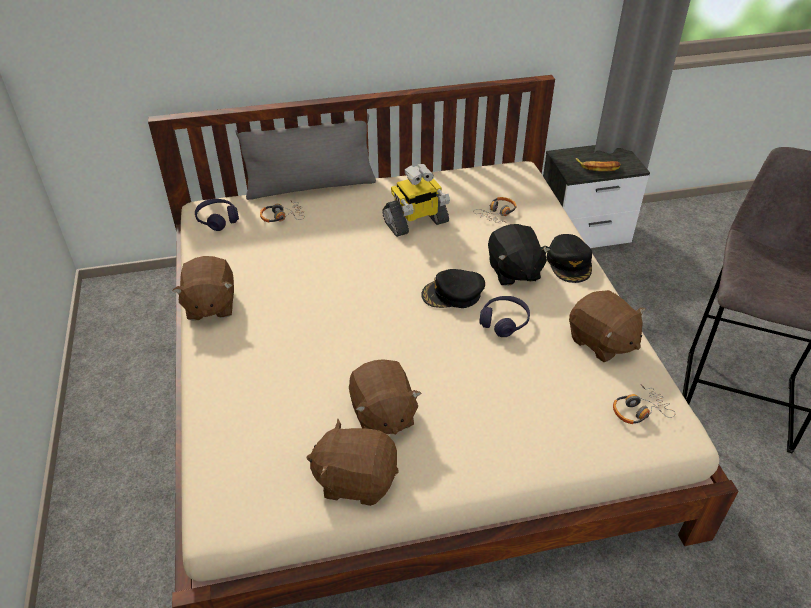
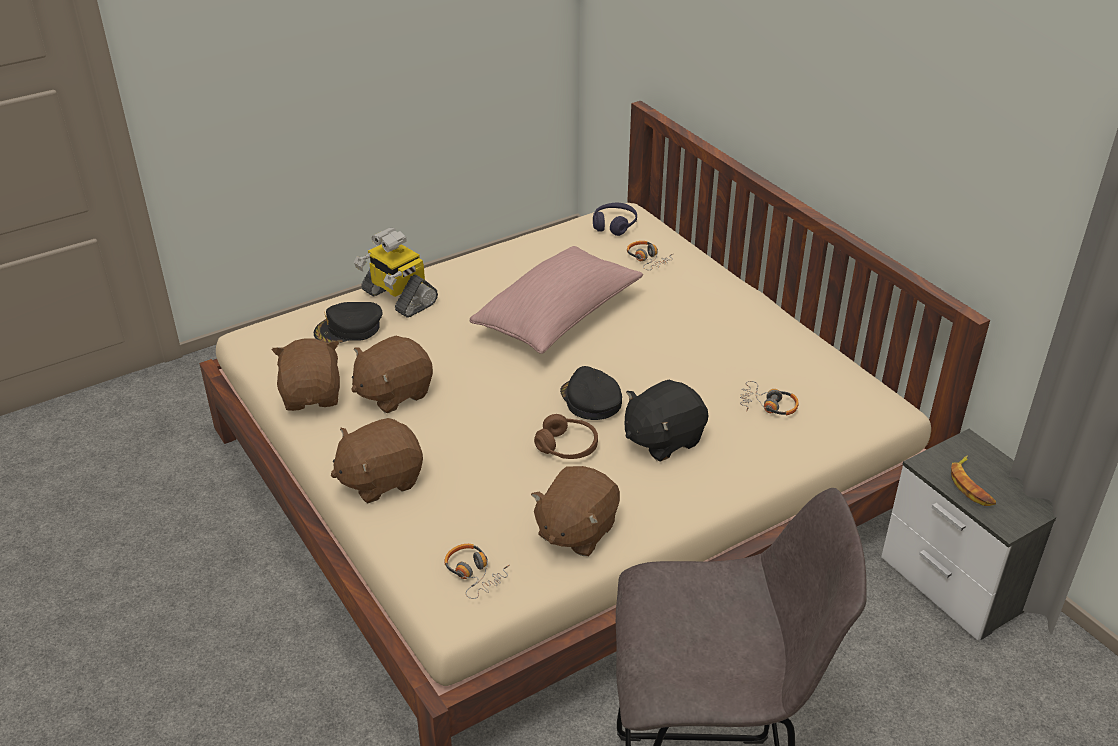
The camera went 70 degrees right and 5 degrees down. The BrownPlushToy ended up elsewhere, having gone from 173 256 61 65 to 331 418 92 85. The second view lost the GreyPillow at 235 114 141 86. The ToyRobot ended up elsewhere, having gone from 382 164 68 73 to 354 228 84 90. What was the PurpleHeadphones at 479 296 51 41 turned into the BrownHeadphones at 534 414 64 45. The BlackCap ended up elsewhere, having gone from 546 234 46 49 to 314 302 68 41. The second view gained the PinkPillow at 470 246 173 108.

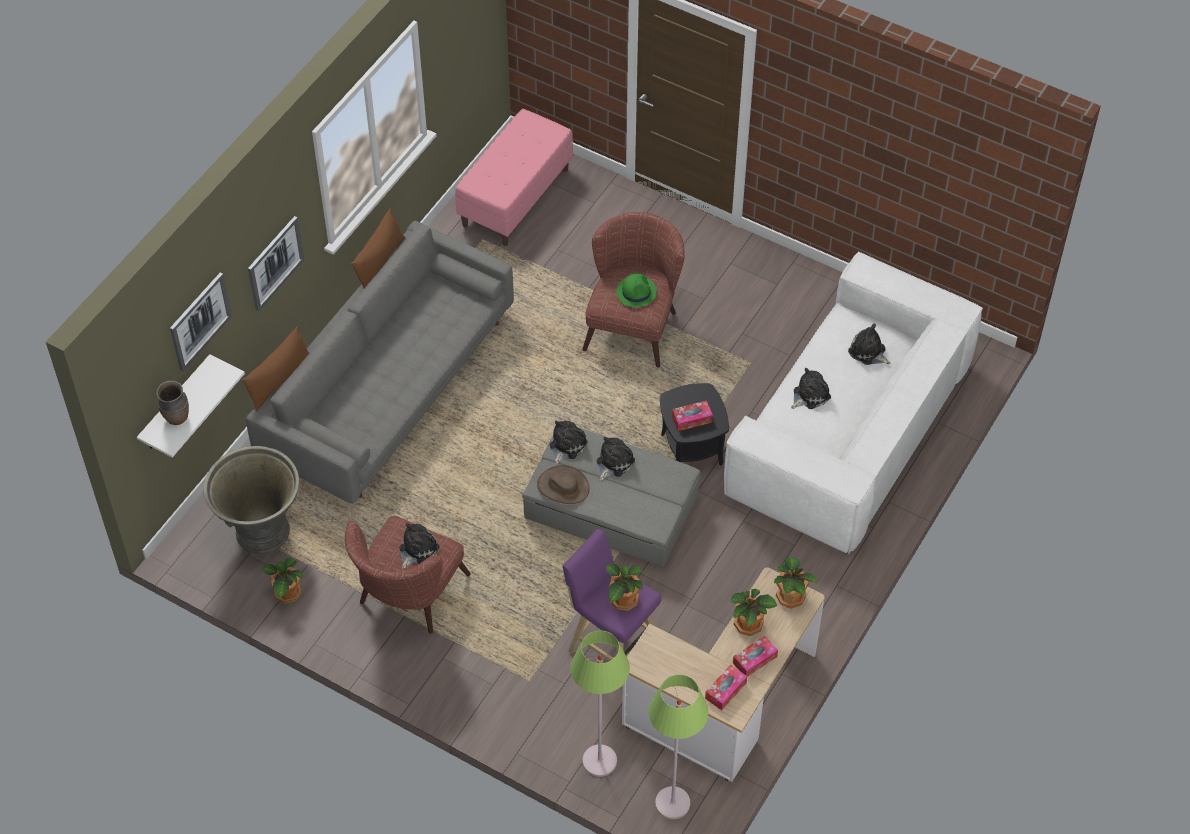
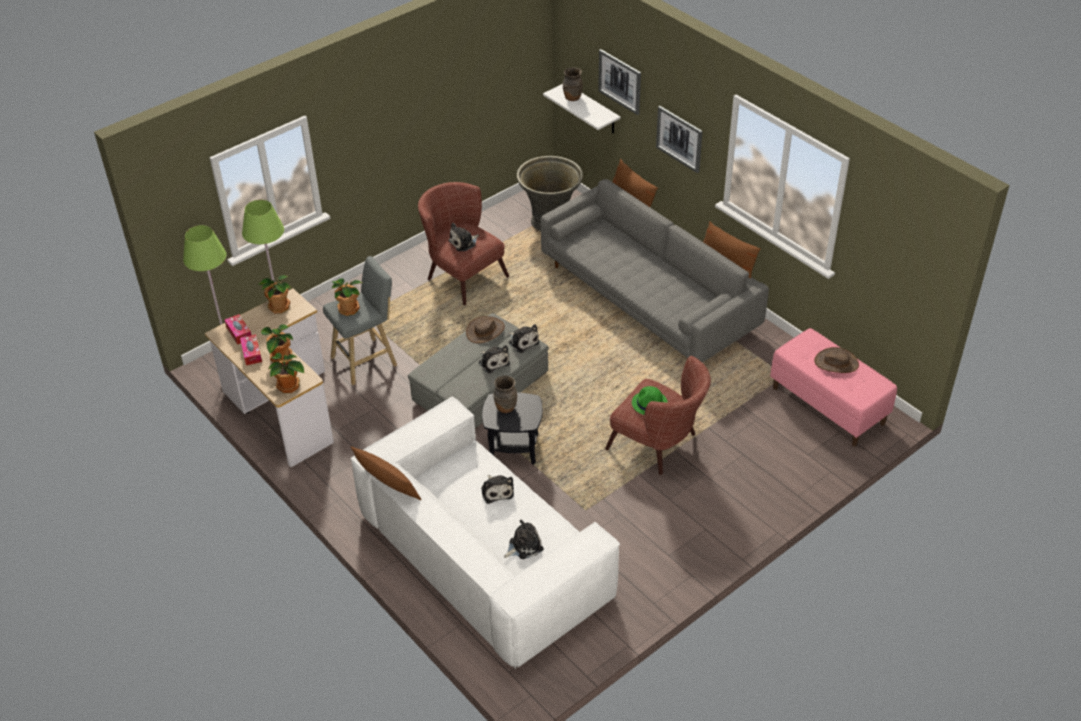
The camera went 110 degrees right and 10 degrees down. The PottedPlant ended up elsewhere, having gone from 263 558 40 46 to 259 275 32 39. The PlushToy at 400 523 40 46 ended up facing another way, 90 degrees clockwise from before. What was the PurpleStool at 563 529 98 159 turned into the GreyStool at 323 256 74 129. Where the TissueBox stood at 672 400 41 31, the BrownVase came to stand at 494 376 23 37. The second view gained the BrownPillow at 351 446 70 54. The second view gained the BrownHat at 814 347 45 26.

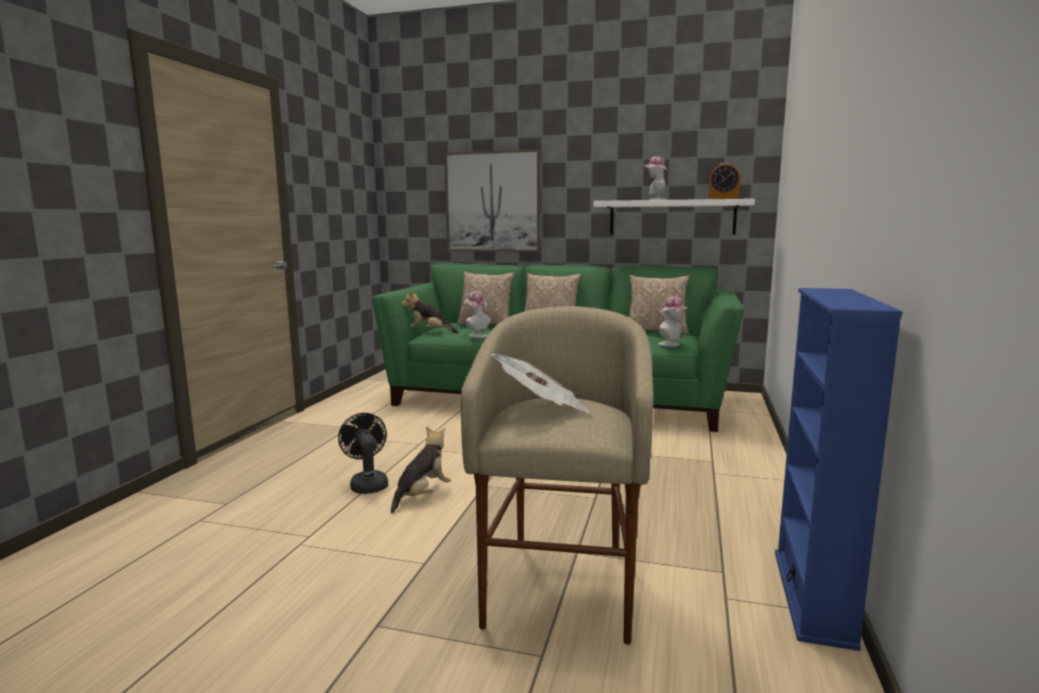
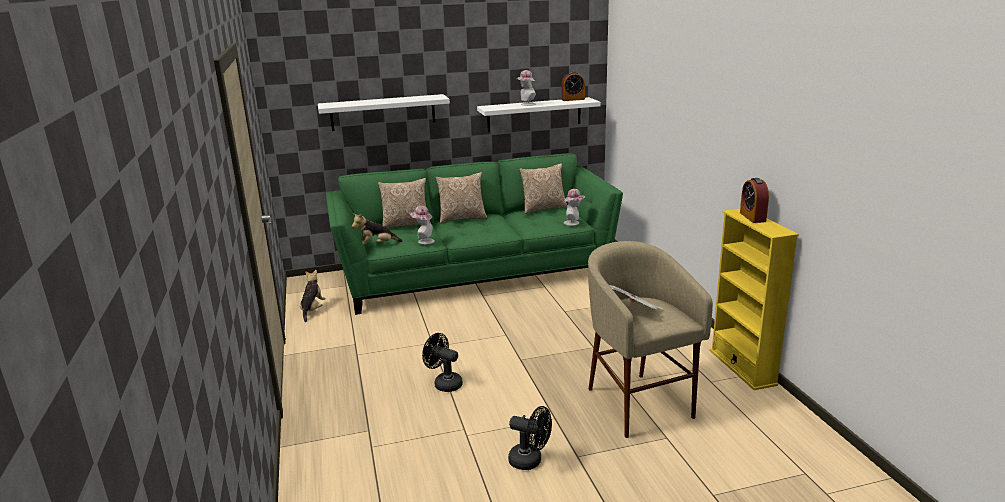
The camera went 30 degrees left and 10 degrees up. The PlushToy ended up elsewhere, having gone from 391 427 60 86 to 300 270 26 52. Where the Picture hung at 444 149 96 103, the WhiteShelf came to hang at 318 94 132 37. What was the BlueBookcase at 775 288 127 363 turned into the YellowBookcase at 710 209 89 181. The second view gained the BlackFan at 508 406 44 64. The second view gained the AlarmClock at 740 178 29 45.

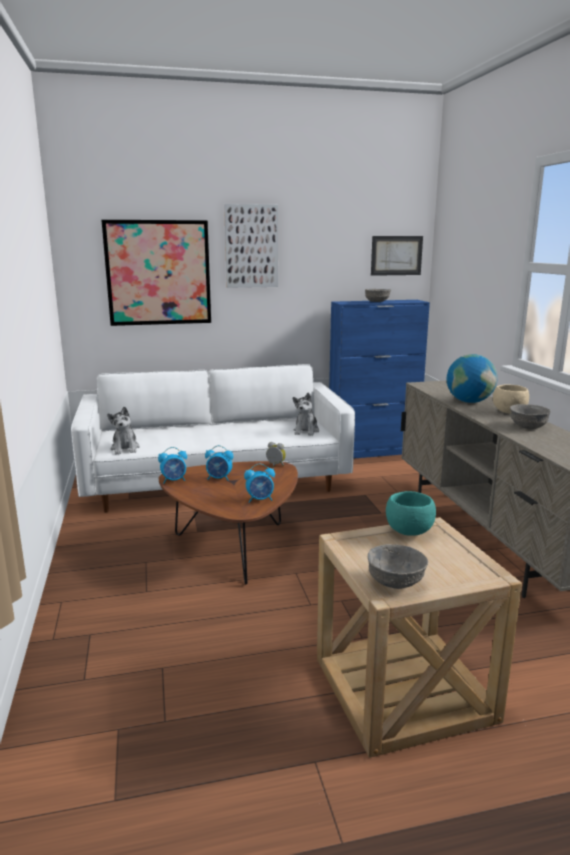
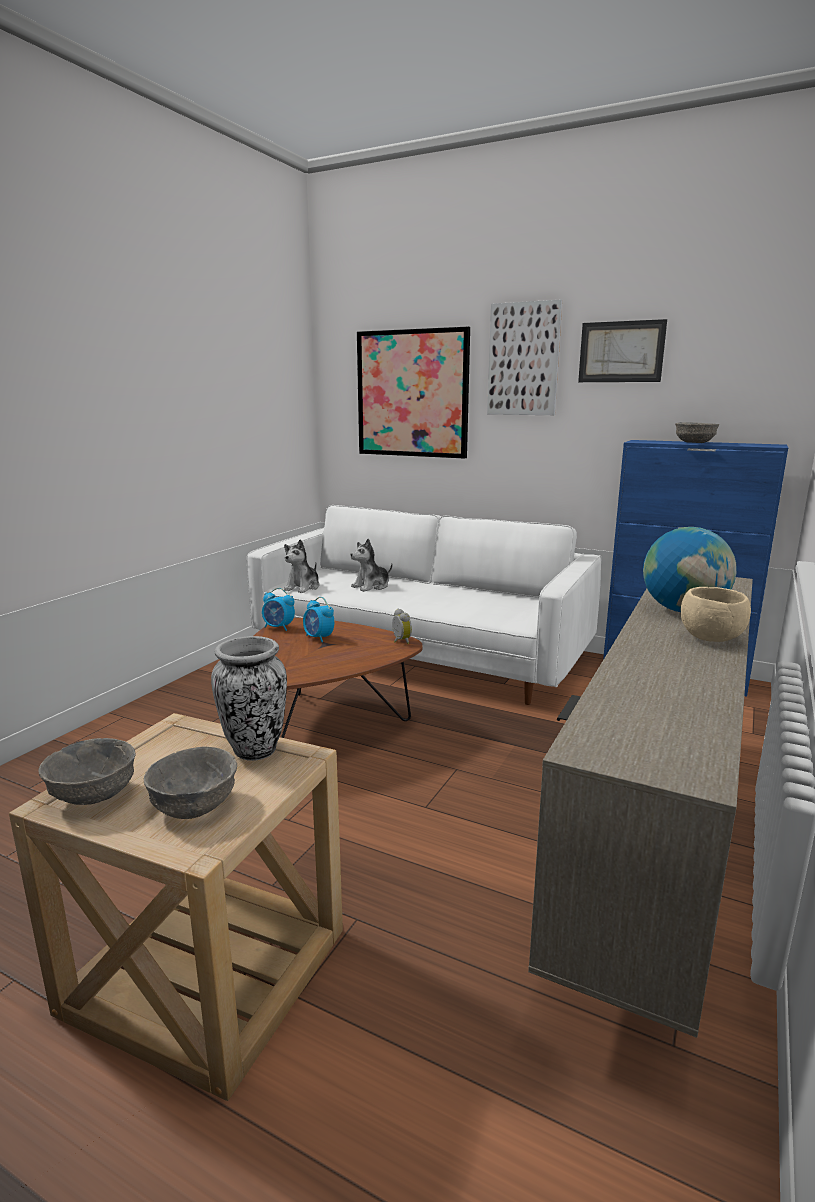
The camera went 40 degrees right and 0 degrees up. The second view lost the AlarmClock at 244 464 31 39. The PlushToy ended up elsewhere, having gone from 293 393 26 43 to 350 539 43 53. The Picture ended up elsewhere, having gone from 371 236 52 40 to 578 319 89 63. Where the TurquoiseBowl stood at 386 491 50 45, the Vase came to stand at 211 636 76 125. The GreyBowl ended up elsewhere, having gone from 510 404 41 25 to 144 746 93 73.

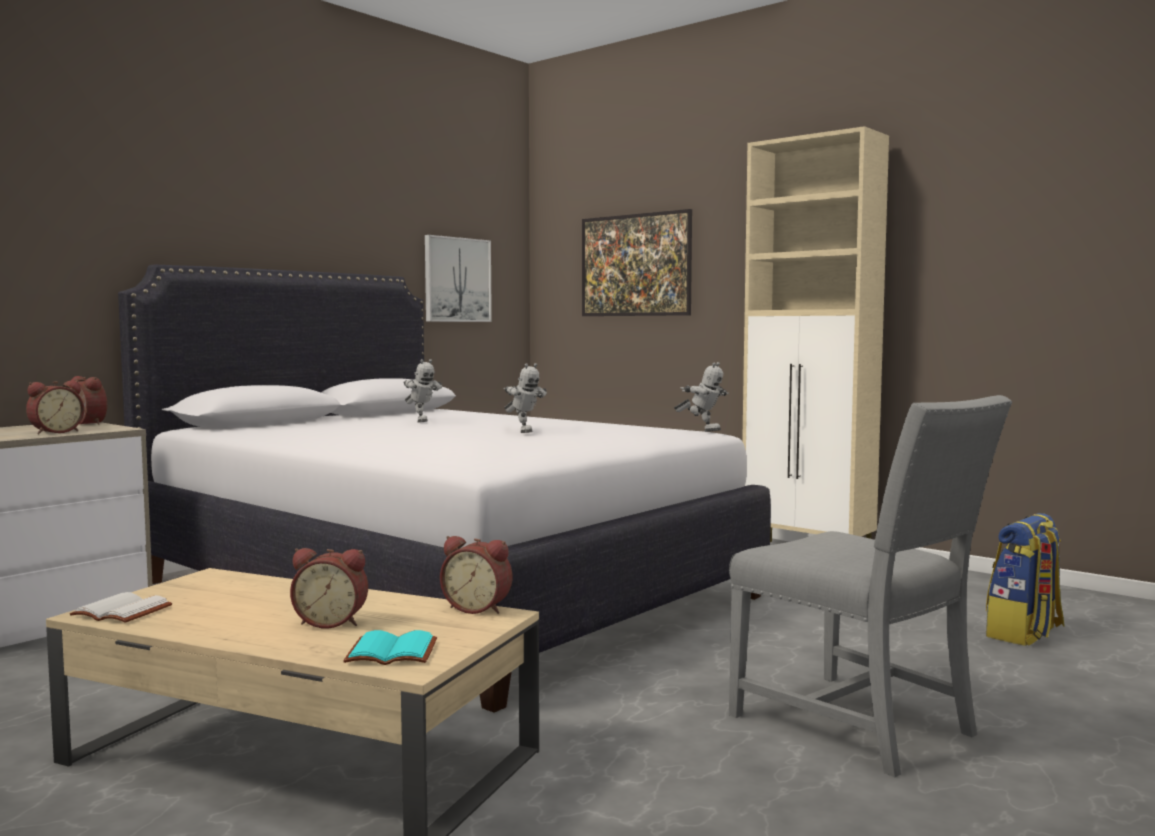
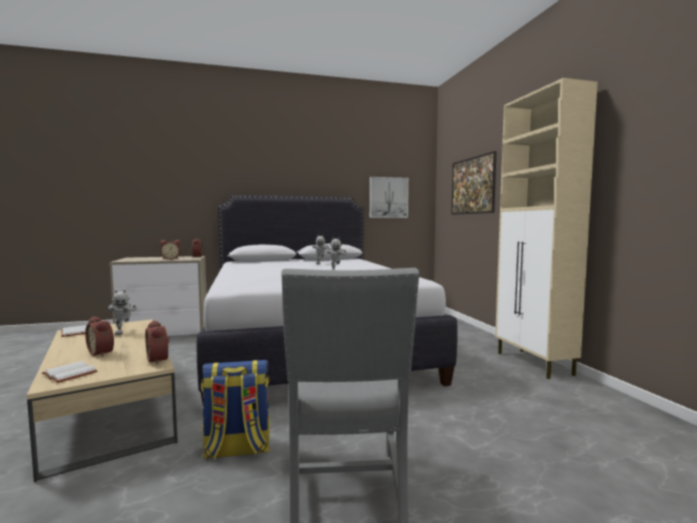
The camera went 35 degrees right and 0 degrees up. What was the TurquoiseBook at 343 630 94 35 turned into the WhiteBook at 42 361 55 22. The ToyRobot ended up elsewhere, having gone from 674 362 55 70 to 108 290 29 45. The Backpack ended up elsewhere, having gone from 986 513 79 133 to 201 360 69 99.

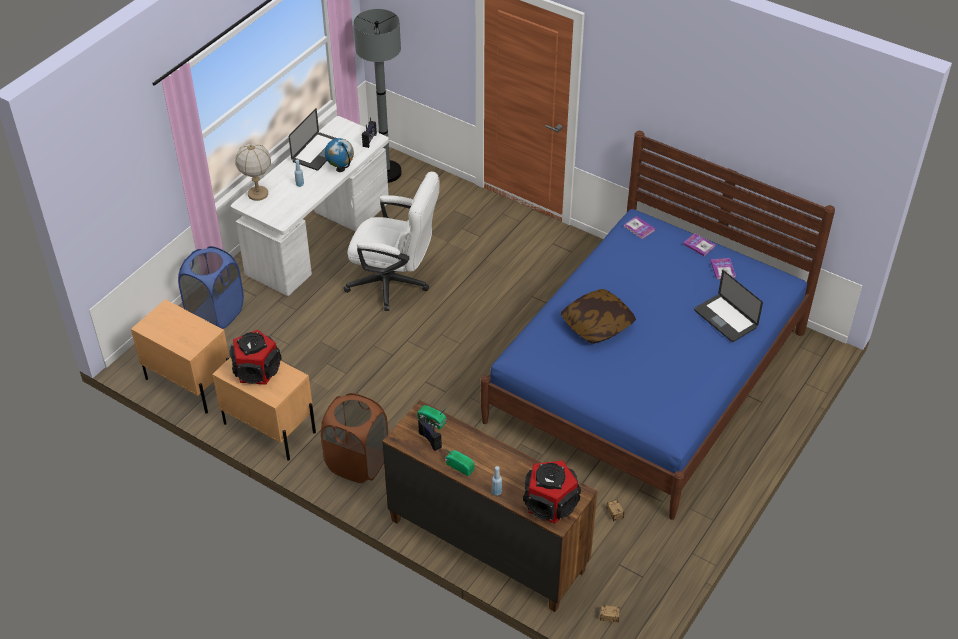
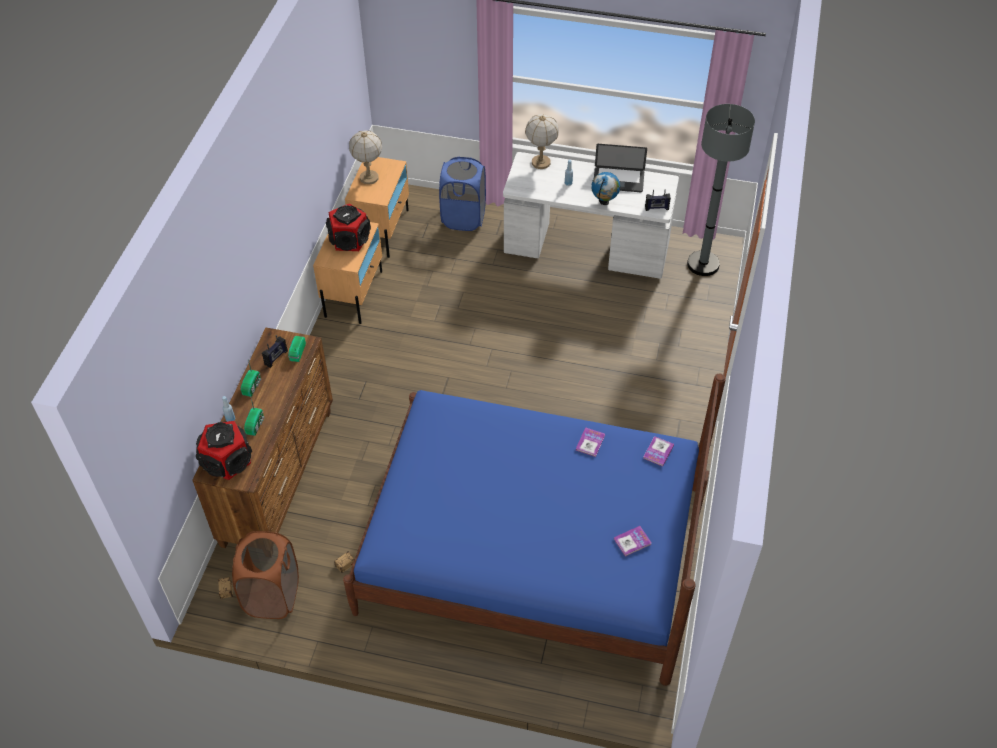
The camera went 70 degrees right and 5 degrees up. The BrownLaundryBasket ended up elsewhere, having gone from 321 393 67 90 to 232 531 67 88. The second view lost the WhiteOfficeChair at 344 172 95 139. The second view lost the Pillow at 561 289 75 55. The Book ended up elsewhere, having gone from 683 233 32 23 to 576 427 29 30. The second view lost the Laptop at 694 270 69 72. The second view gained the Radio at 244 396 21 40. The second view gained the TableLamp at 349 131 33 54.

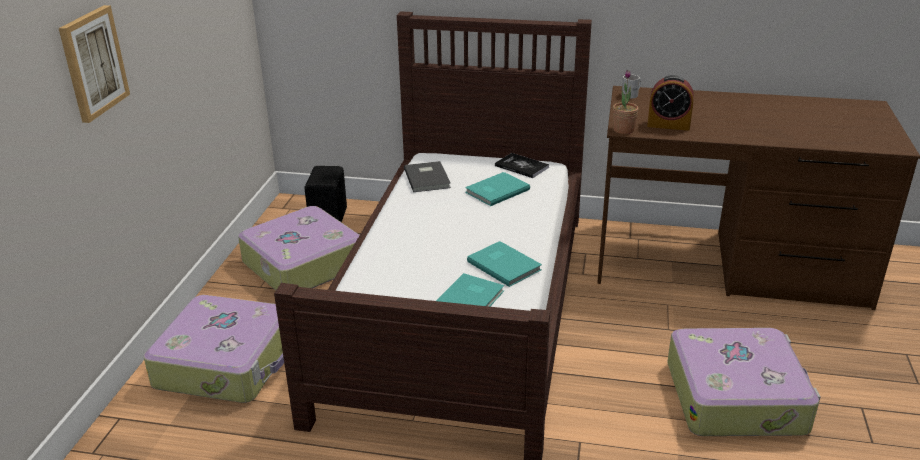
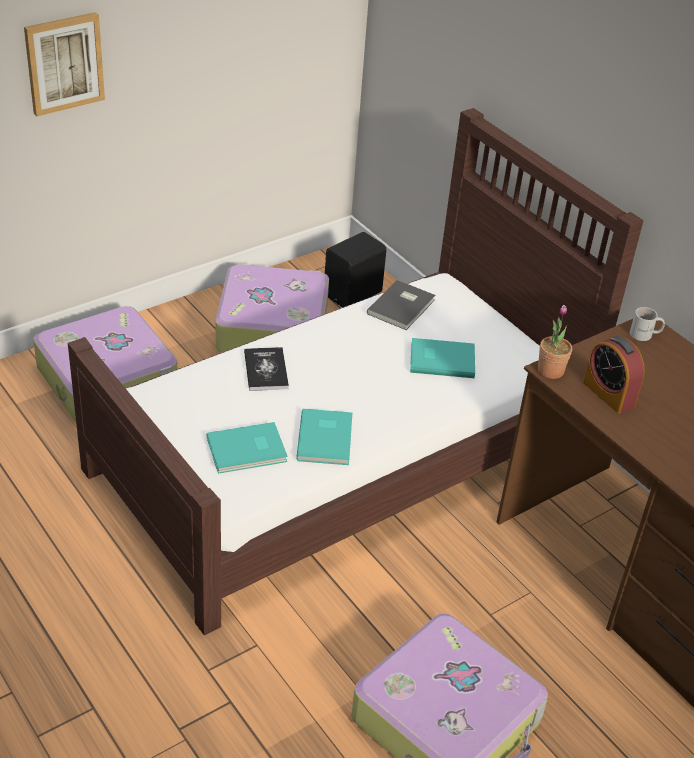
The camera went 40 degrees right and 10 degrees up. The Book ended up elsewhere, having gone from 495 153 54 25 to 244 347 45 44.

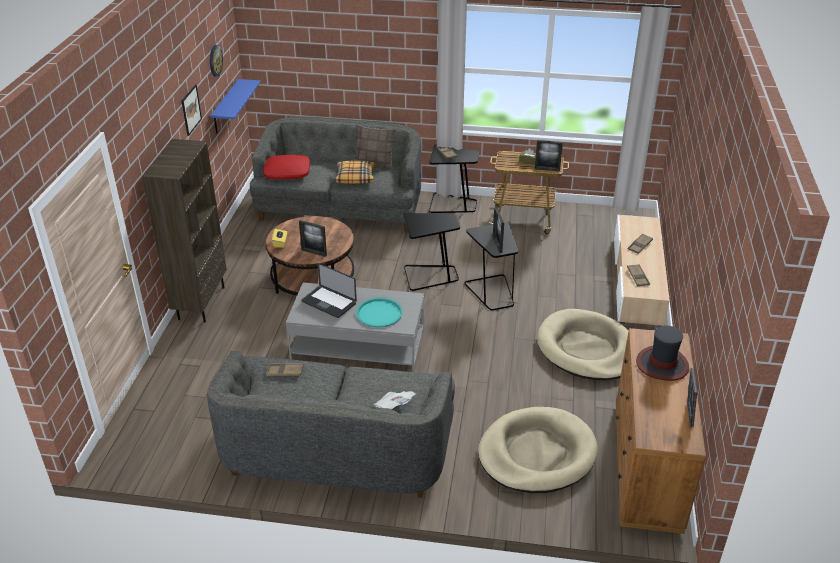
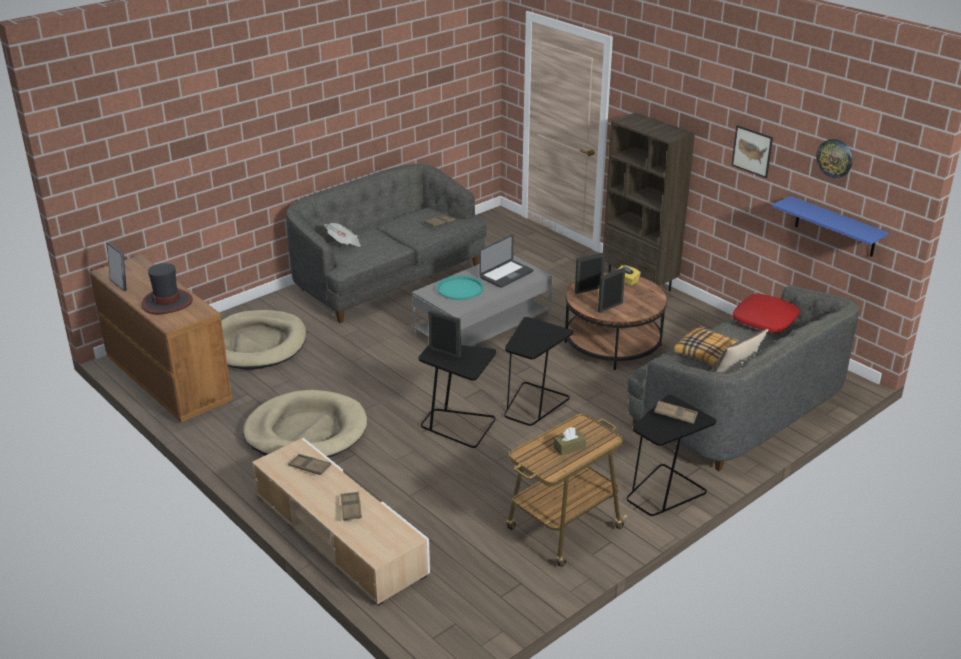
The camera went 130 degrees right and 5 degrees down. The Laptop at 301 263 56 55 ended up facing another way, 150 degrees clockwise from before. The PictureFrame ended up elsewhere, having gone from 535 140 28 32 to 598 268 27 45.

